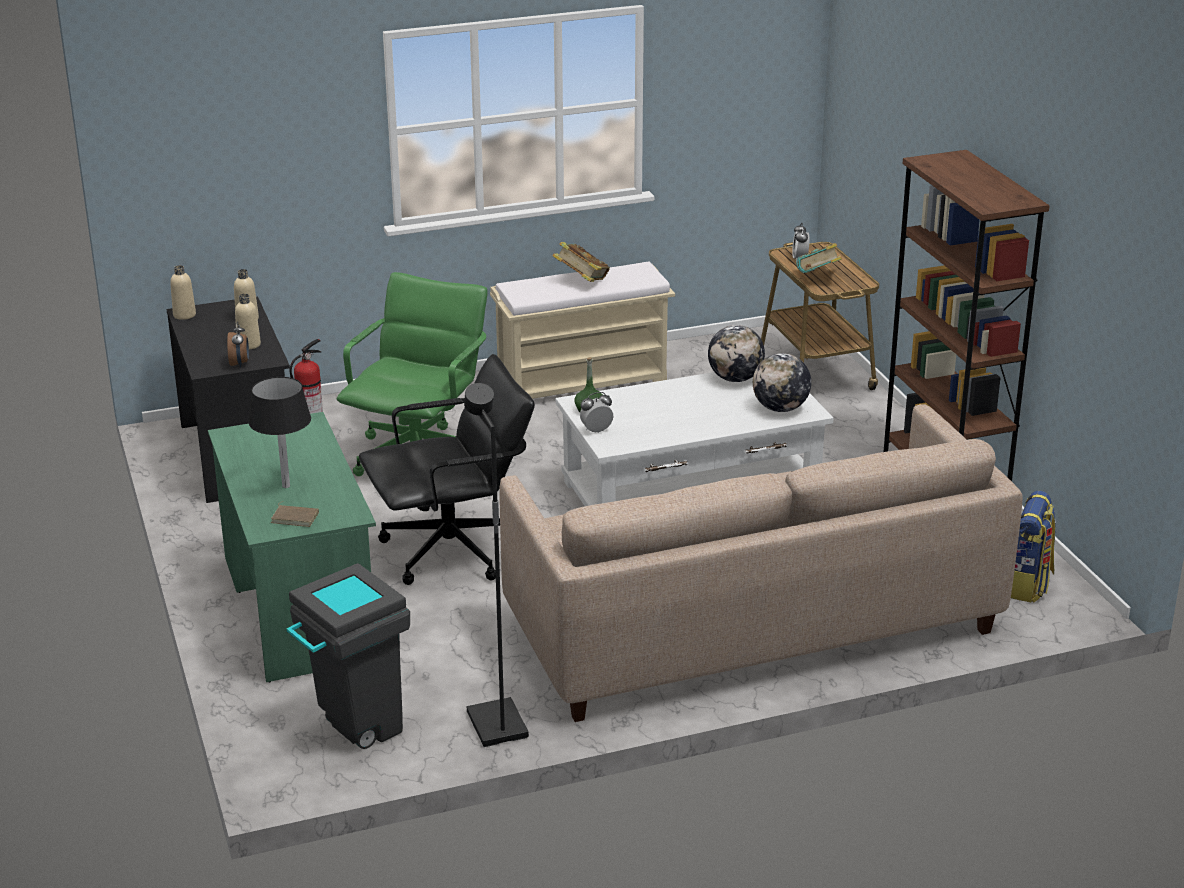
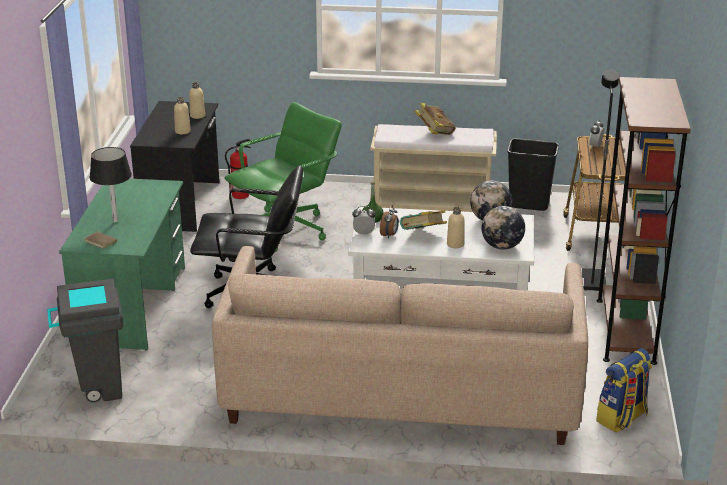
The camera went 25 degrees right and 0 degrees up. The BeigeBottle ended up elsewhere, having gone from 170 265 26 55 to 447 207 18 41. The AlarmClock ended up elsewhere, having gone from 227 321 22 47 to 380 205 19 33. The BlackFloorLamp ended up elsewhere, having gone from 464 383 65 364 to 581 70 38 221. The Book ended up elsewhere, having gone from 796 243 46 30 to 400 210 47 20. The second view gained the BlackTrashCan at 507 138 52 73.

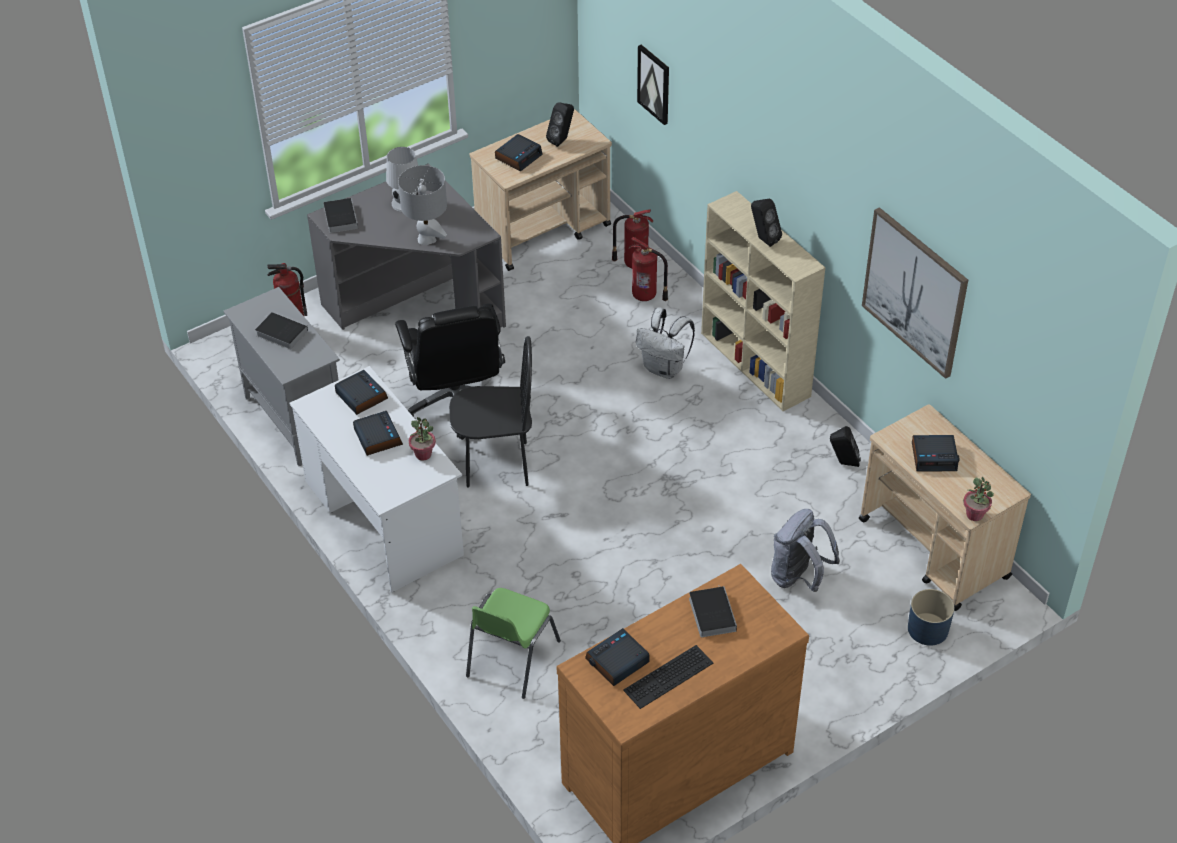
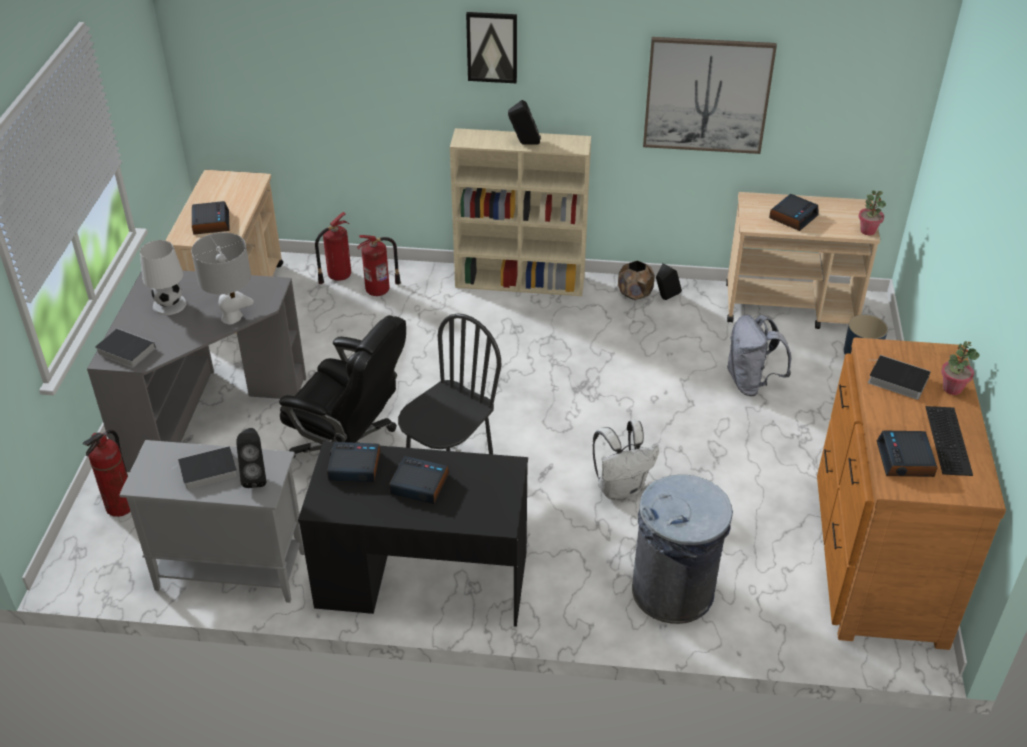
The camera went 50 degrees left and 5 degrees down. What was the WhiteDesk at 289 366 175 226 turned into the BlackDesk at 298 441 230 186. The PottedPlant ended up elsewhere, having gone from 409 417 27 44 to 941 341 39 54. Where the GreenChair stood at 466 588 95 111, the GreyTrashCan came to stand at 632 475 101 149. The BlackSpeaker ended up elsewhere, having gone from 546 102 28 45 to 236 428 30 60. The WhiteBackpack ended up elsewhere, having gone from 636 308 59 71 to 592 420 67 80. The Picture ended up elsewhere, having gone from 637 45 32 80 to 466 12 51 71. The second view gained the BrownPlanter at 618 260 37 40.

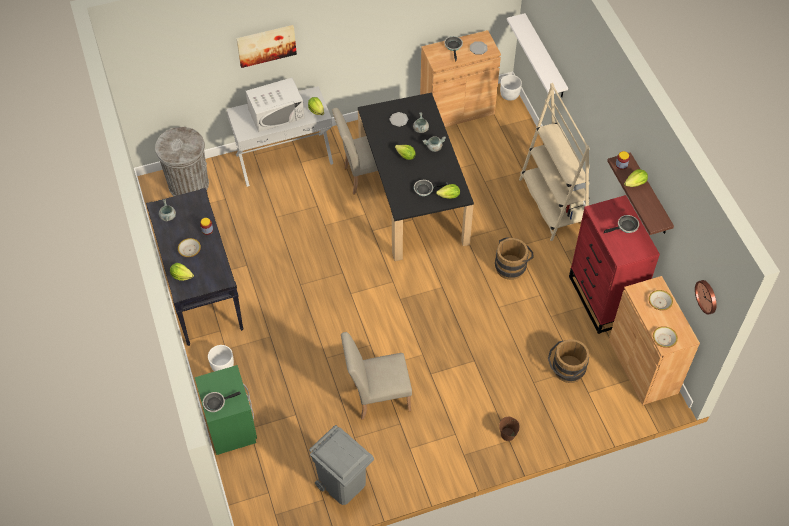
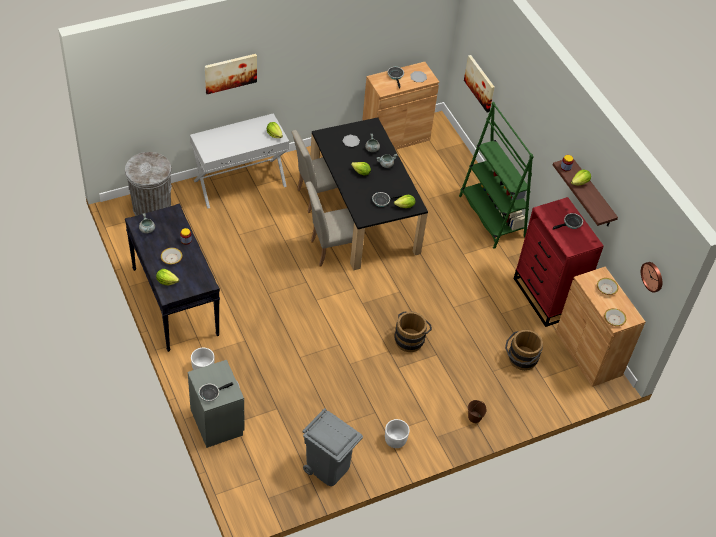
The camera went 10 degrees left and 5 degrees down. What was the GreenNightstand at 195 365 62 90 turned into the GreyNightstand at 188 360 57 88. The second view lost the WhiteMicrowave at 246 78 59 54. The BeigeChair ended up elsewhere, having gone from 341 332 71 88 to 305 181 49 86. The BrownBucket ended up elsewhere, having gone from 495 237 39 43 to 394 311 38 41. The WhitePlanter ended up elsewhere, having gone from 500 75 22 26 to 385 419 25 29. Where the WhiteShelf hung at 507 13 61 84, the Picture came to hang at 464 55 31 58. What was the BeigeBookcase at 519 83 71 158 turned into the GreenBookcase at 459 102 75 147.

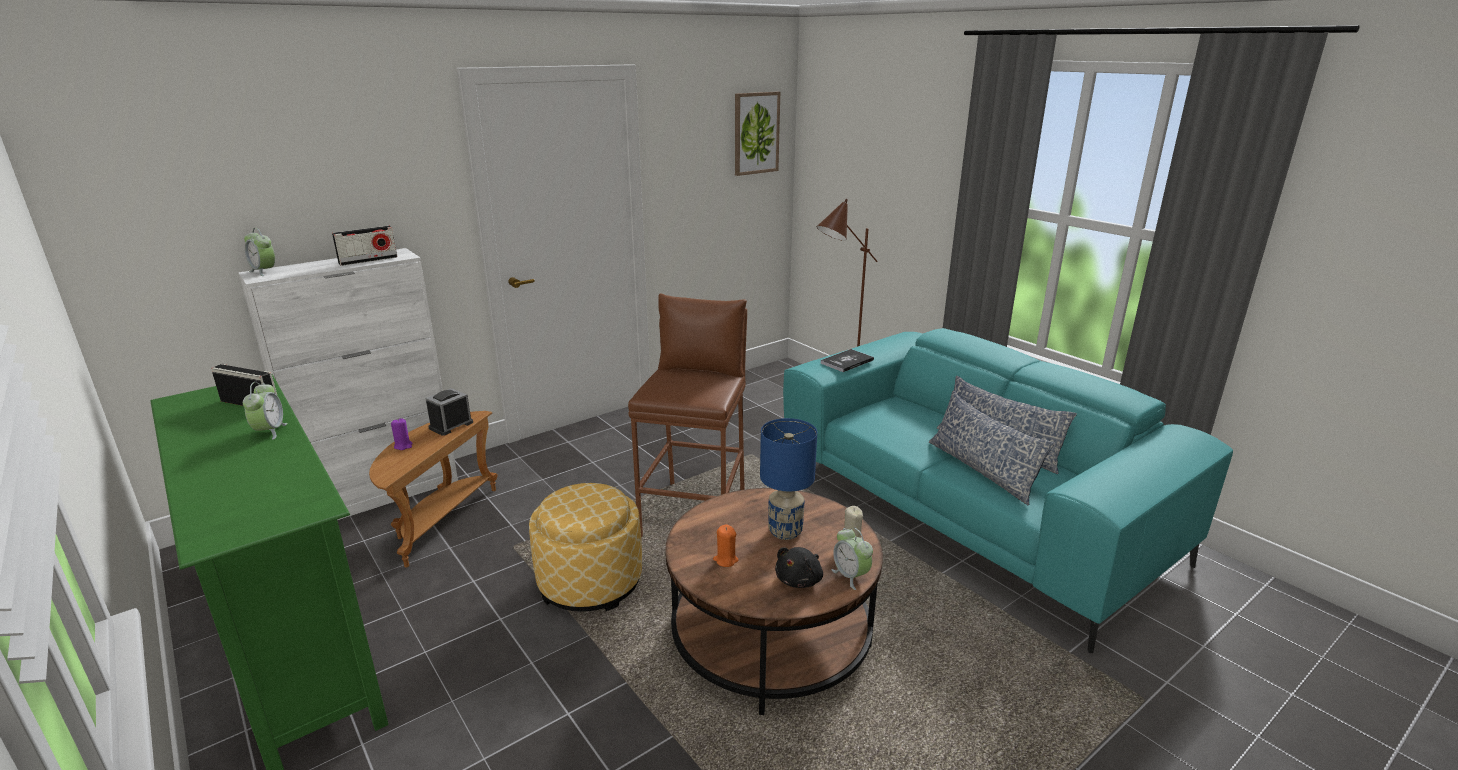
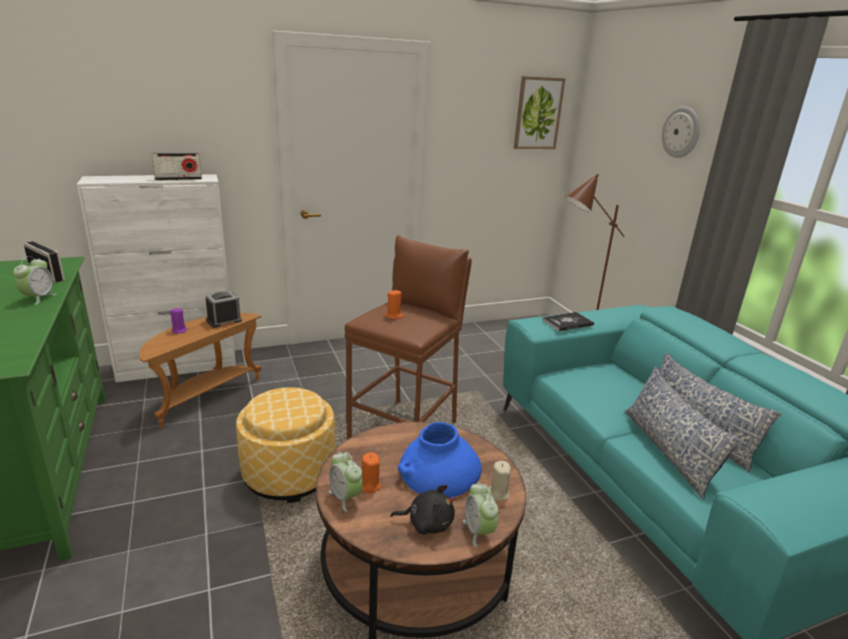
The camera went 15 degrees right and 0 degrees up. The AlarmClock ended up elsewhere, having gone from 244 228 31 48 to 329 452 34 60. Where the BlueTableLamp stood at 760 418 57 122, the BlueVase came to stand at 398 422 84 76. The BlackPlushToy at 775 547 48 41 ended up facing another way, 135 degrees counterclockwise from before. The second view gained the OrangeCandle at 385 290 19 29. The second view gained the WallClock at 662 106 38 52.

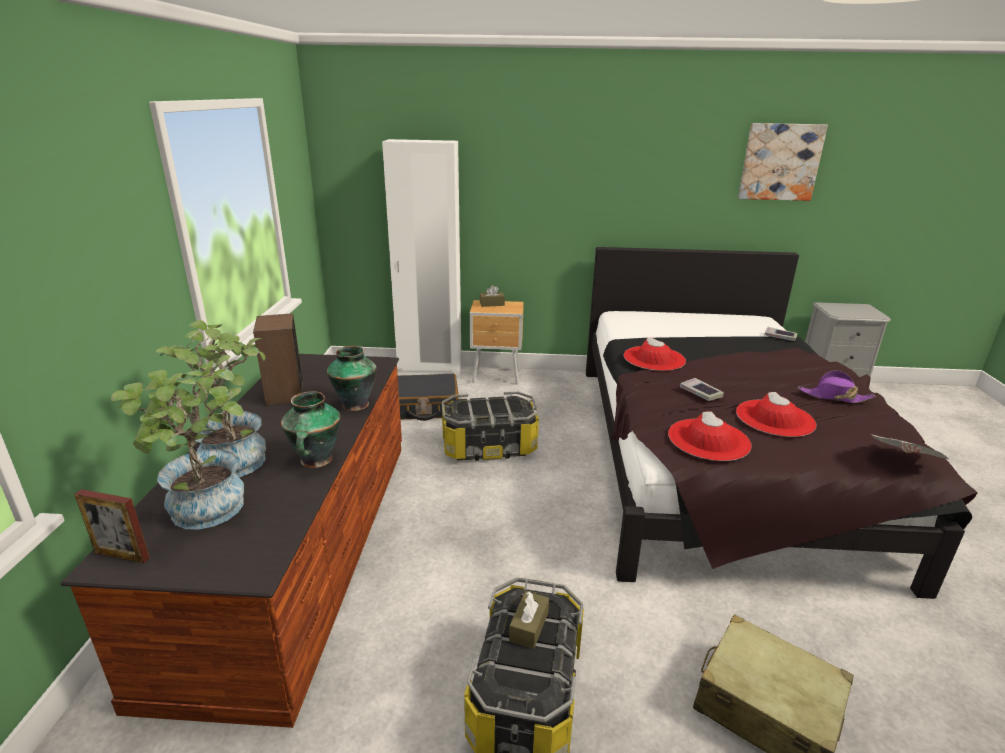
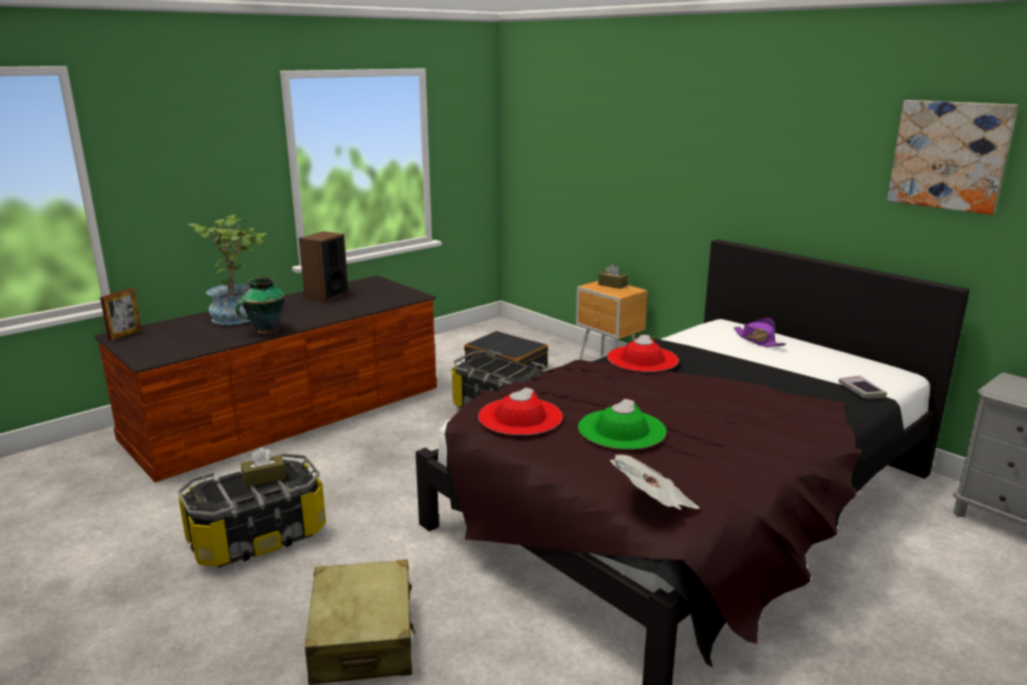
The camera went 45 degrees right and 5 degrees down. The PictureFrame at 74 489 76 74 ended up facing another way, 120 degrees counterclockwise from before. The second view lost the PottedPlant at 111 355 133 174. The second view lost the Vase at 327 346 50 65. The second view lost the WhiteWardrobe at 382 139 80 239. The second view lost the Book at 680 378 44 23. What was the RedHat at 736 392 80 45 turned into the GreenHat at 578 399 89 51. The PurpleHat ended up elsewhere, having gone from 797 370 79 33 to 734 318 52 29.

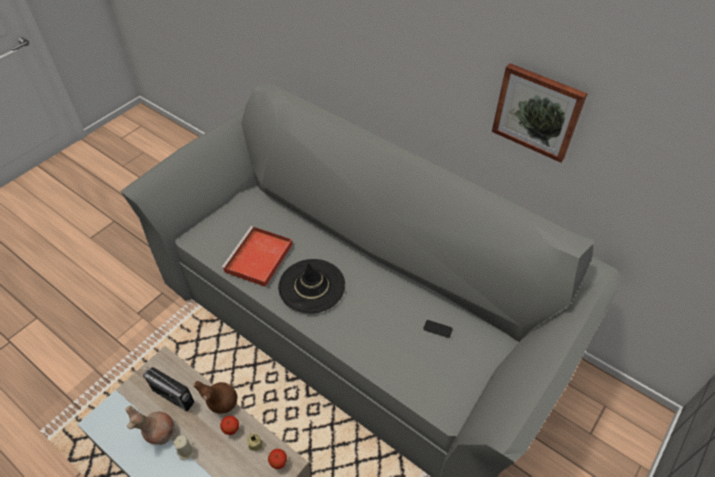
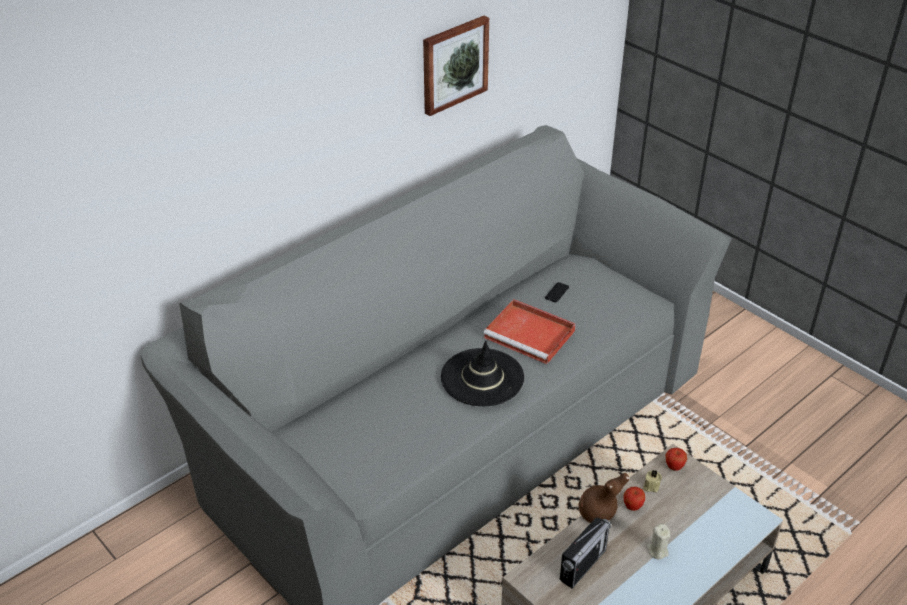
The camera went 80 degrees left and 10 degrees down. The second view lost the BrownVase at 125 406 50 39. The RedTray ended up elsewhere, having gone from 222 226 71 61 to 483 299 93 65.

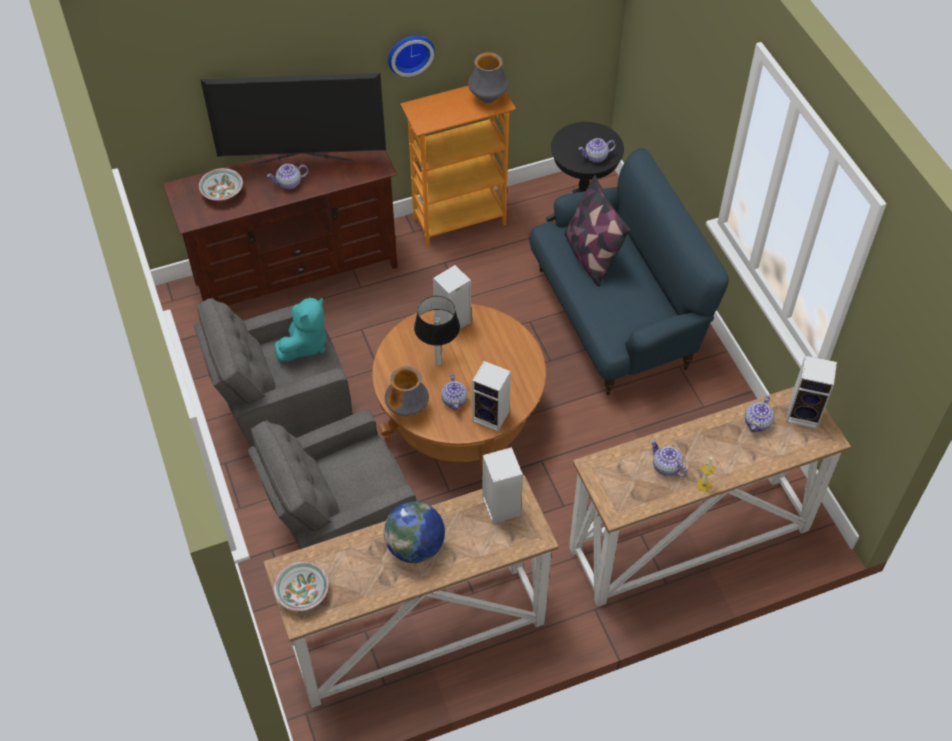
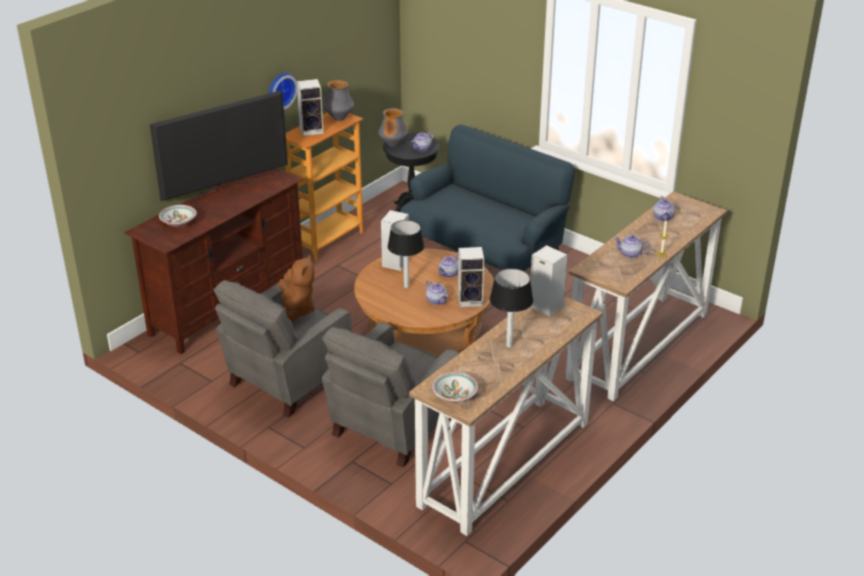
The camera went 30 degrees left and 20 degrees down. The Teapot ended up elsewhere, having gone from 267 164 41 26 to 437 254 21 24. What was the TurquoisePlushToy at 274 298 52 64 turned into the BrownPlushToy at 279 255 36 68. Where the Globe stood at 384 501 61 62, the TableLamp came to stand at 490 268 43 80. The Vase ended up elsewhere, having gone from 385 366 44 50 to 378 108 30 39. The second view lost the Pillow at 564 175 66 112. The Speaker ended up elsewhere, having gone from 787 355 50 74 to 297 79 27 57.

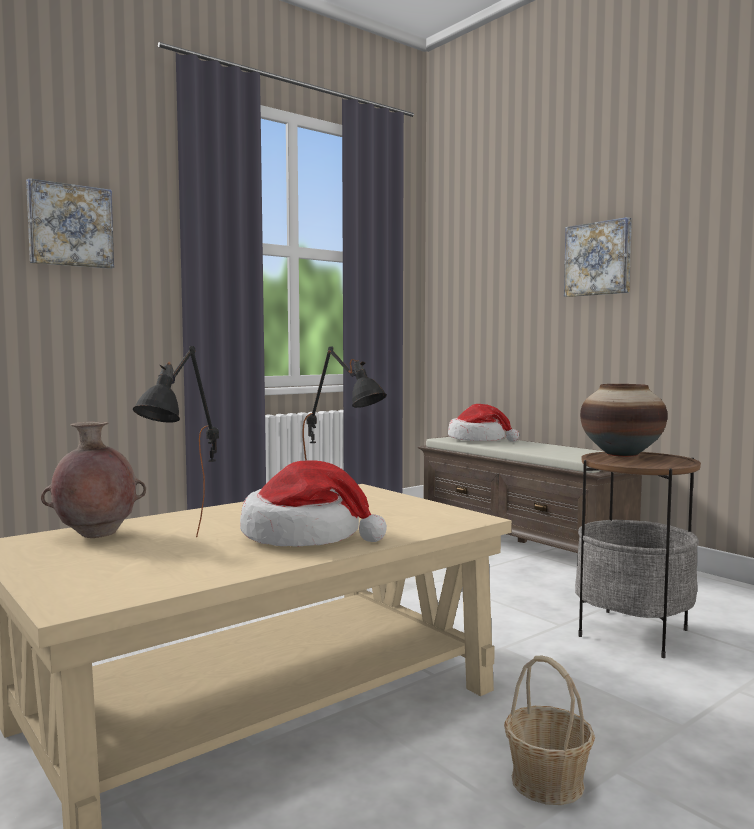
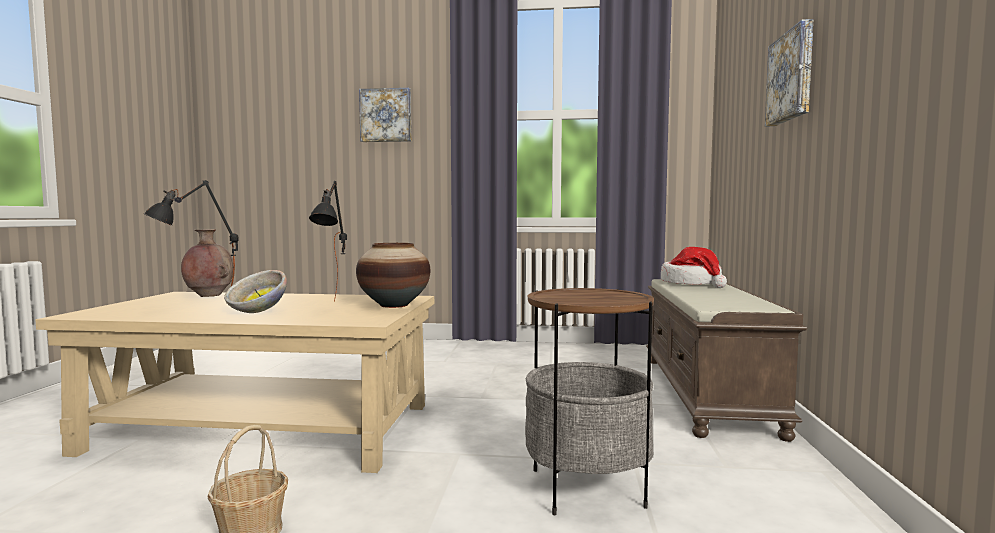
The camera went 45 degrees right and 0 degrees up. Where the Hat stood at 240 460 147 87, the Bowl came to stand at 224 270 63 43. The Vase ended up elsewhere, having gone from 580 384 88 73 to 356 243 74 65.

